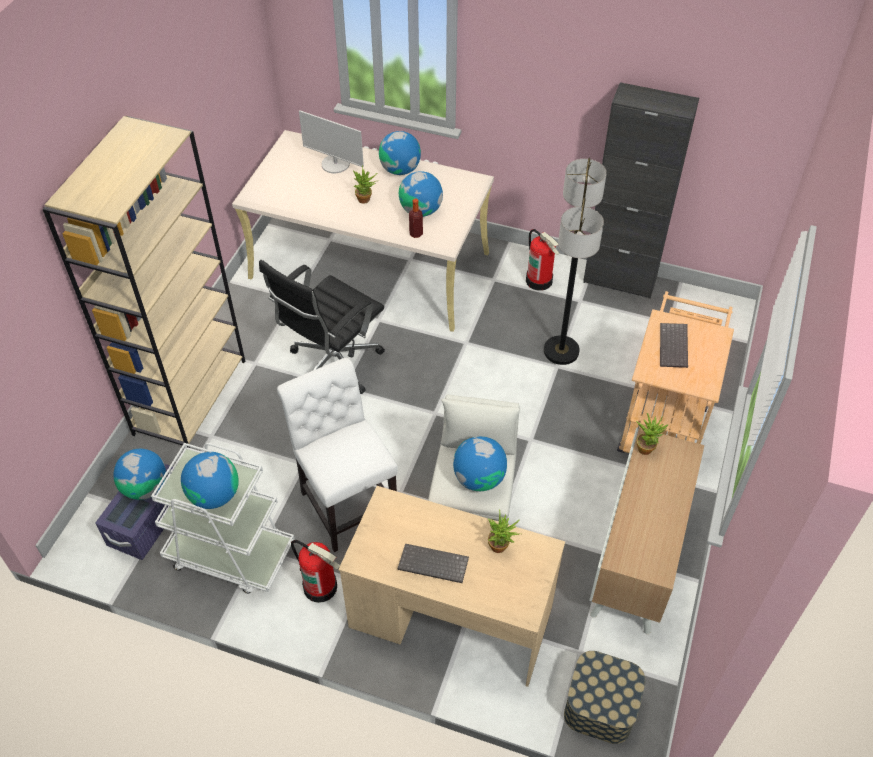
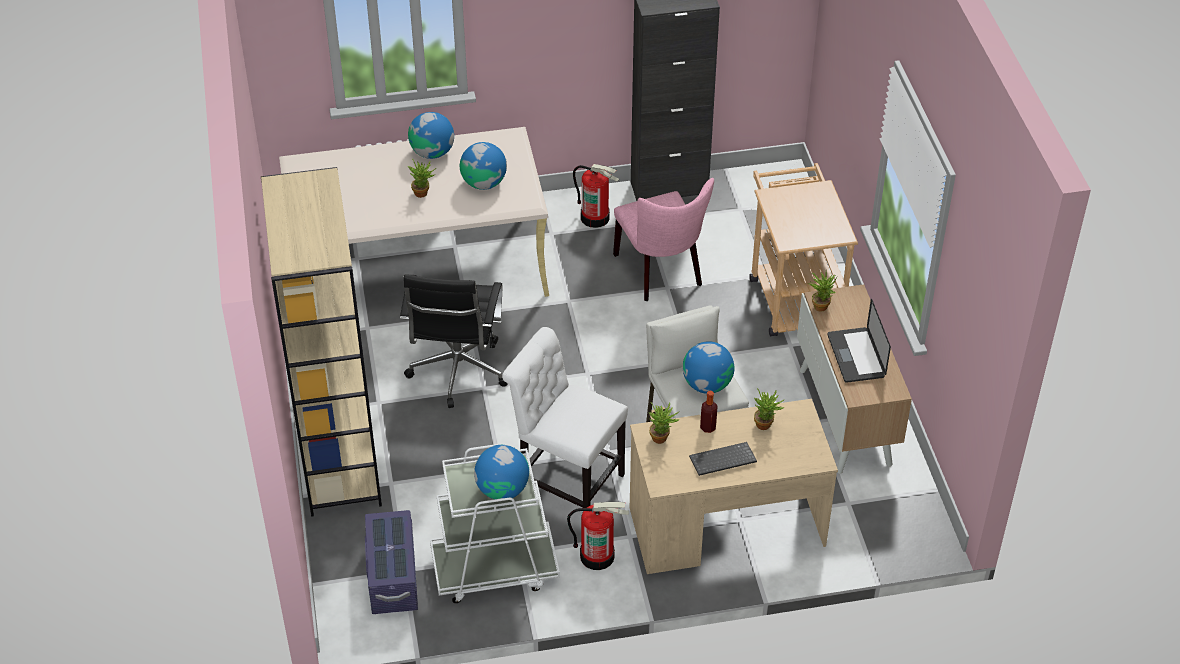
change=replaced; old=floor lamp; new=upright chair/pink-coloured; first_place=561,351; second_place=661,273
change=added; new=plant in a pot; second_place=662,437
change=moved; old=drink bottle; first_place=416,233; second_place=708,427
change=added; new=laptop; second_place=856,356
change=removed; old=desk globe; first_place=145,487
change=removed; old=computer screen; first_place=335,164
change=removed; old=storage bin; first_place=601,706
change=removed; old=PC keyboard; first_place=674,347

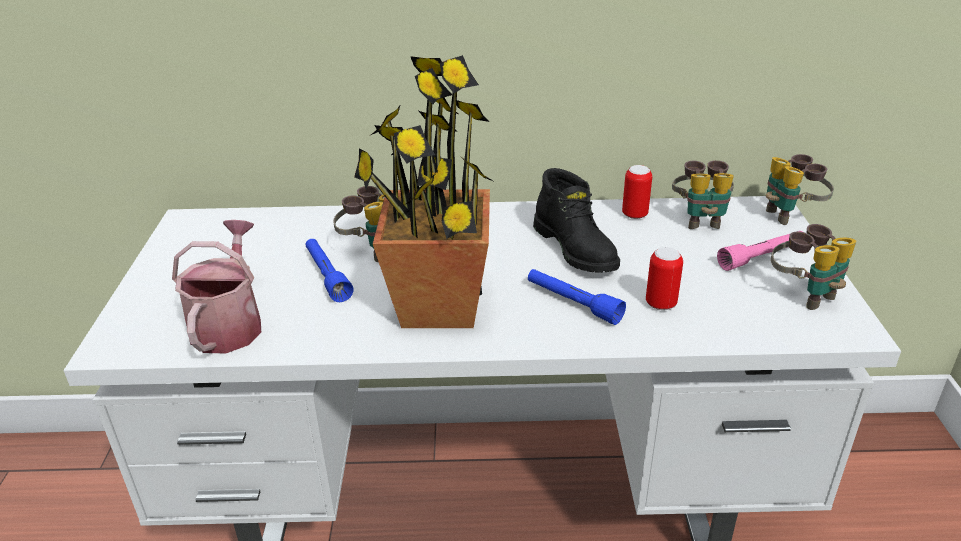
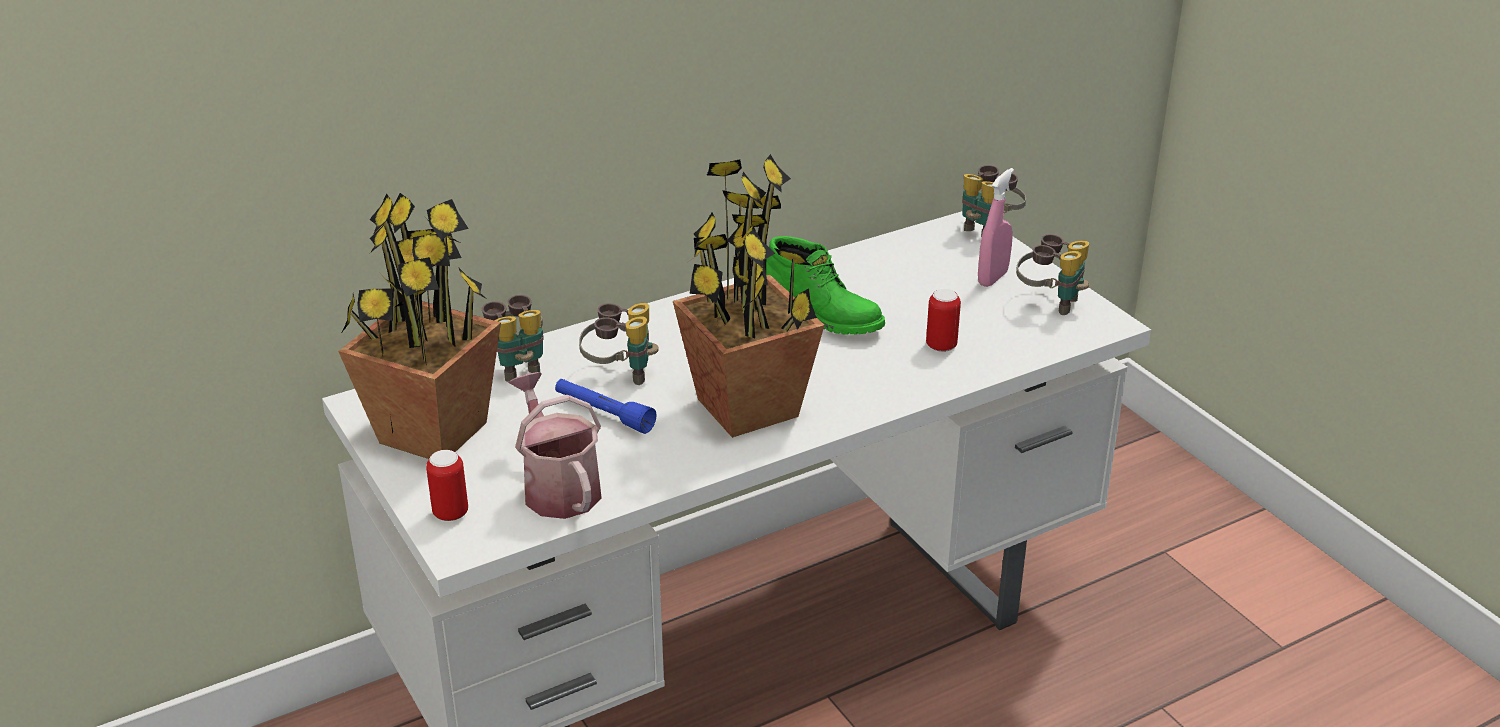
change=added; new=plant in a pot; second_place=432,432
change=moved; old=can; first_place=634,215; second_place=450,513
change=moved; old=pair of binoculars; first_place=700,219; second_place=515,366
change=recoloured; old=boot/black-coloured; new=boot/green; first_place=576,249; second_place=823,316
change=replaced; old=flashlight/pink-coloured; new=sprayer/pink-coloured; first_place=761,257; second_place=992,278
change=removed; old=flashlight/blue-coloured; first_place=573,303

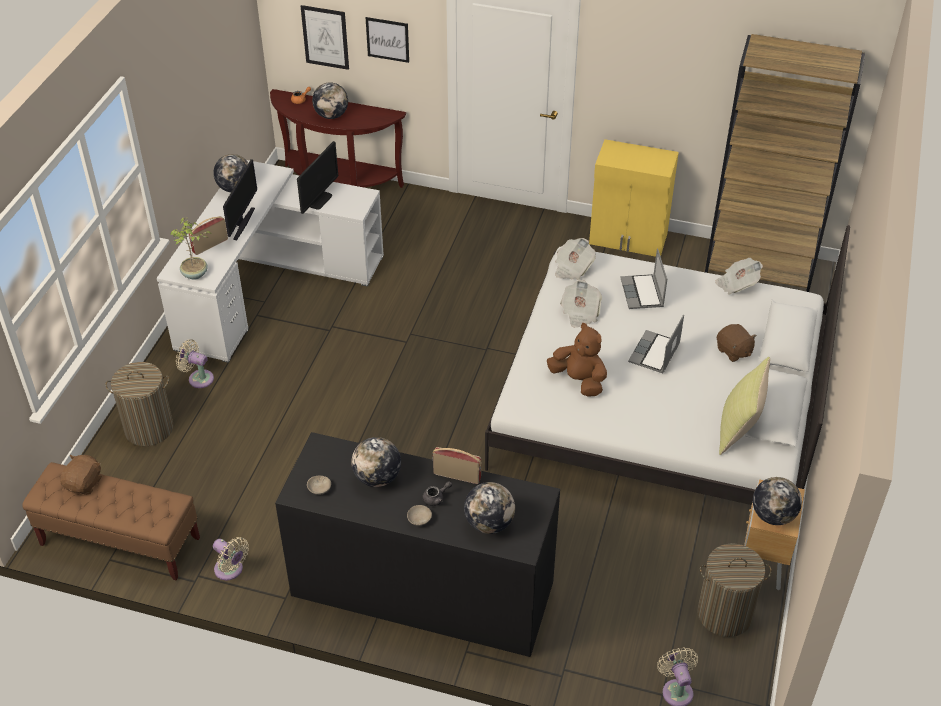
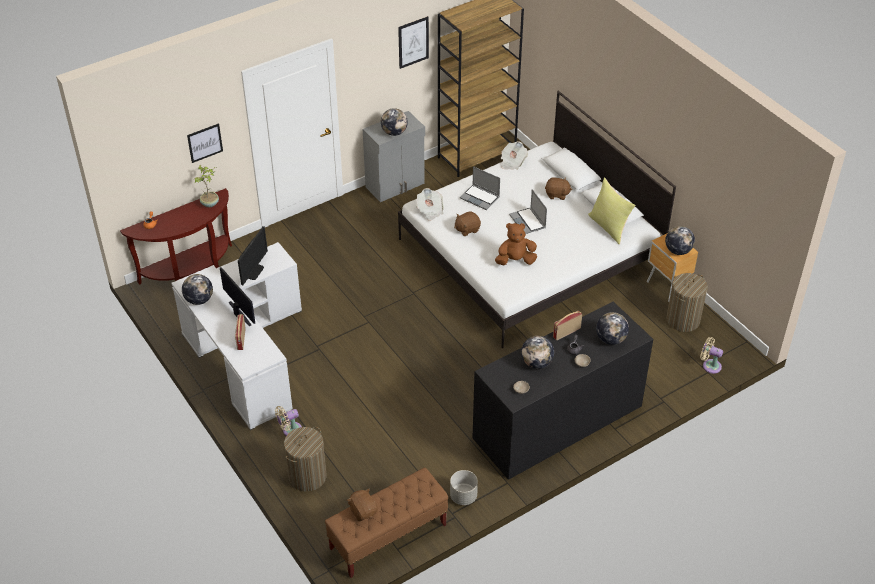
change=moved; old=plant in a pot; first_place=195,275; second_place=210,204
change=turned; old=computer screen; first_place=318,200; second_place=253,271; degrees=45
change=recoloured; old=storage cabinet/yellowish; new=storage cabinet/gray; first_place=628,239; second_place=396,185
change=moved; old=desk globe; first_place=331,115; second_place=394,132
change=moved; old=wall art; first_place=325,37; second_place=413,42
change=replaced; old=electric fan/beige-coloured; new=planter/gray; first_place=231,570; second_place=463,496
change=replaced; old=newspaper; new=soft toy/brown-coloured; first_place=580,313; second_place=467,229

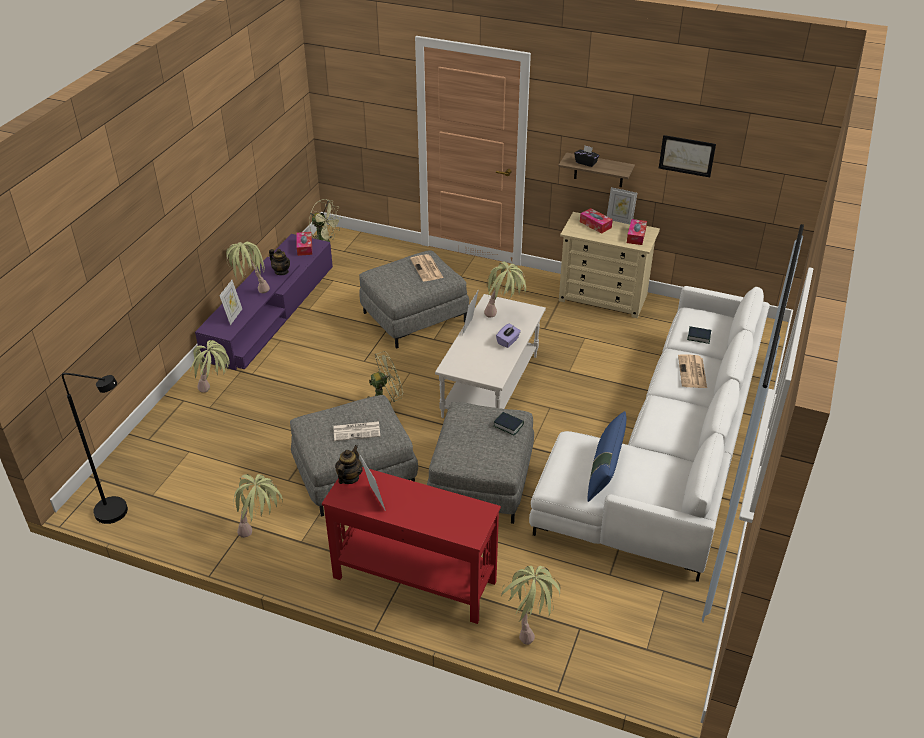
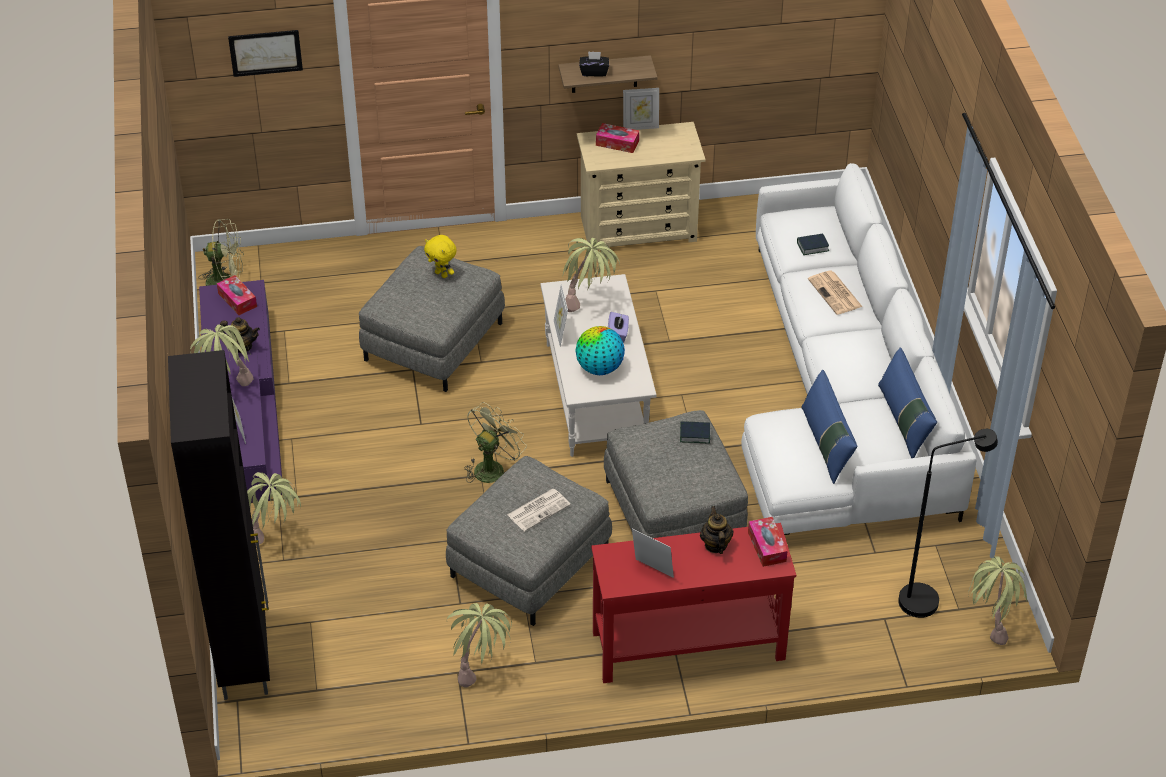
change=added; new=storage cabinet/black-coloured; second_place=244,654
change=moved; old=wall art; first_place=686,156; second_place=265,52
change=replaced; old=newspaper; new=soft toy/yellowish; first_place=427,269; second_place=442,274
change=added; new=desk globe; second_place=599,368
change=moved; old=pot for tea; first_place=349,478; second_place=715,545
change=moved; old=box of tissues; first_place=636,236; second_place=767,546
change=added; new=pillow/blue-coloured; second_place=904,421
change=moved; old=floor lamp/black-coloured; first_place=120,512; second_place=928,598
change=moved; old=plant in a pot; first_place=529,624; second_place=989,625

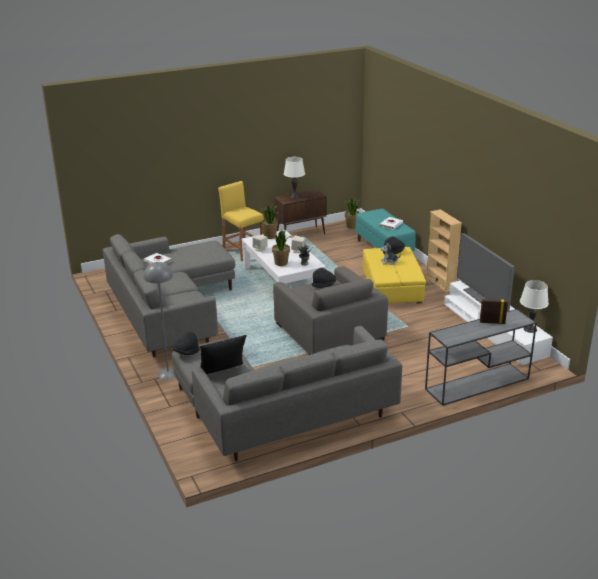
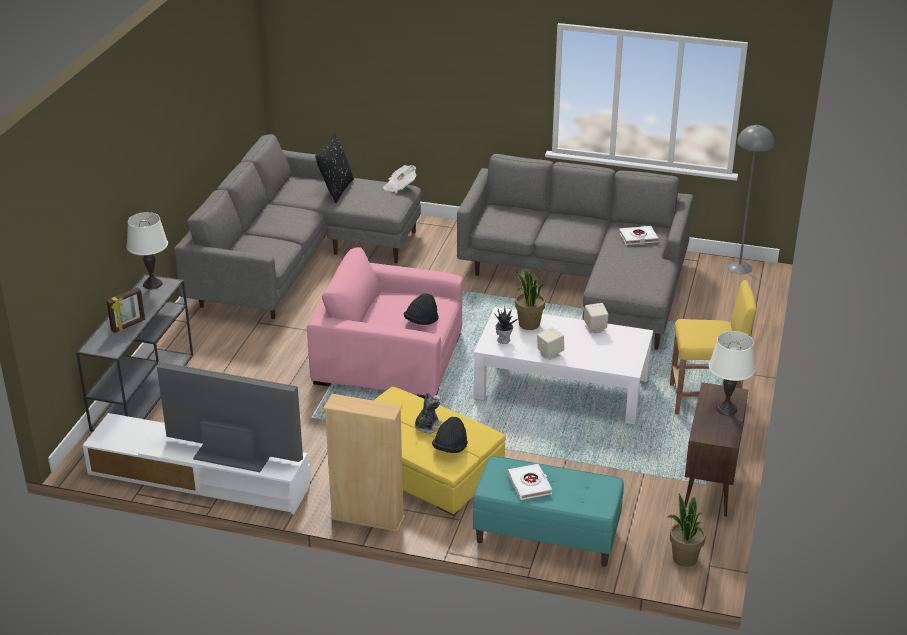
change=moved; old=table lamp/white-coloured; first_place=530,329; second_place=152,284
change=recoloured; old=lounge chair/gray; new=lounge chair/pink-coloured; first_place=328,330; second_place=390,358
change=replaced; old=clothing hat/black-coloured; new=newspaper; first_place=186,353; second_place=400,187
change=moved; old=floor lamp/gray; first_place=168,373; second_place=739,267
change=removed; old=plant in a pot; first_place=270,236

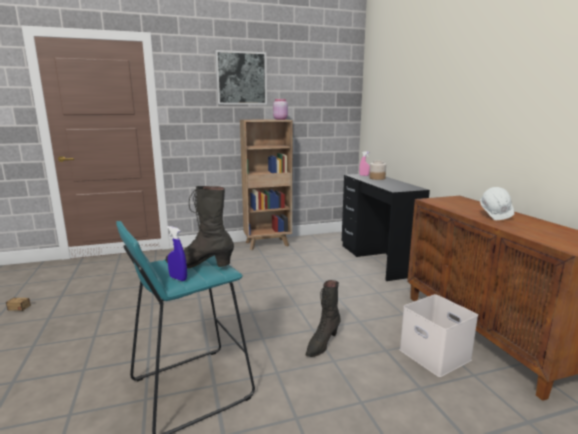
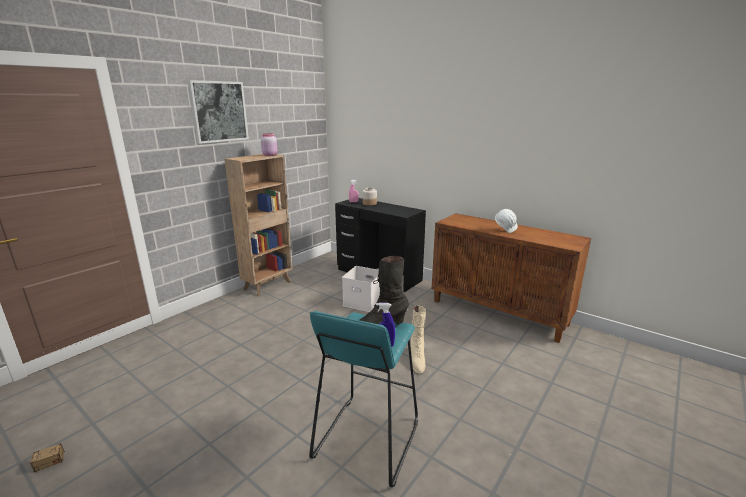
change=moved; old=storage bin/white-coloured; first_place=436,355; second_place=364,302
change=recoloured; old=boot/black-coloured; new=boot/beige-coloured; first_place=322,344; second_place=417,360

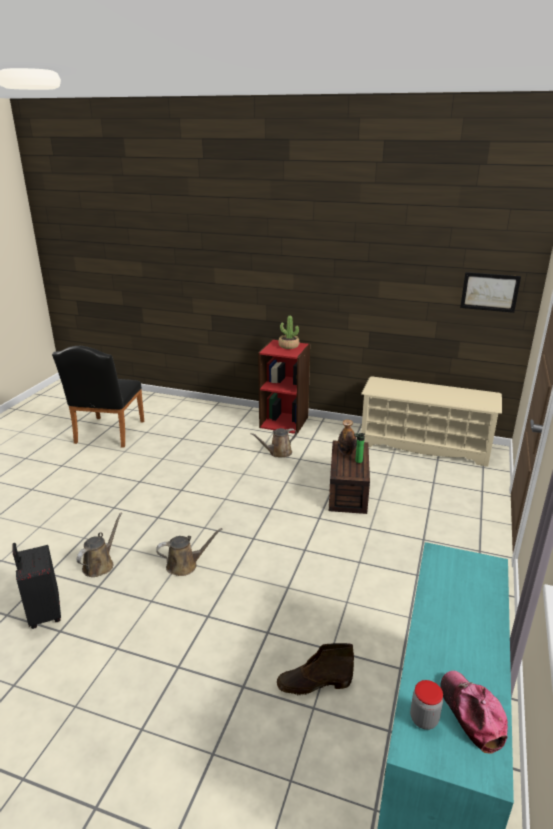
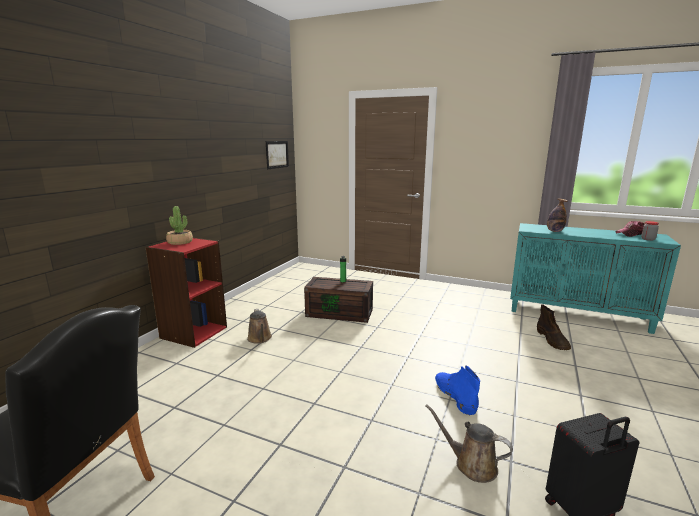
change=replaced; old=watering can/brown-coloured; new=boot/blue-coloured; first_place=185,565; second_place=454,395
change=moved; old=drink bottle; first_place=346,453; second_place=554,231
change=removed; old=shoe shelf/beige-coloured; first_place=424,445

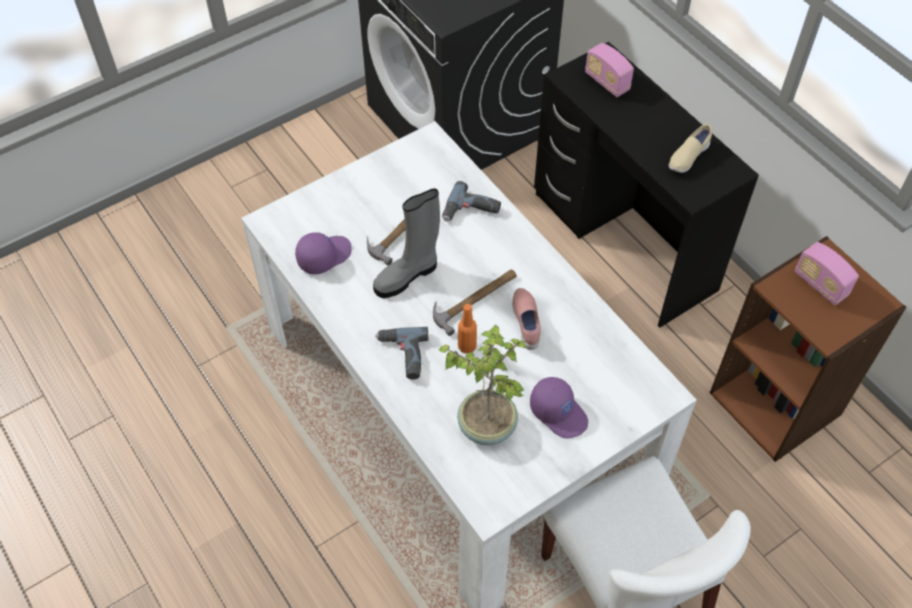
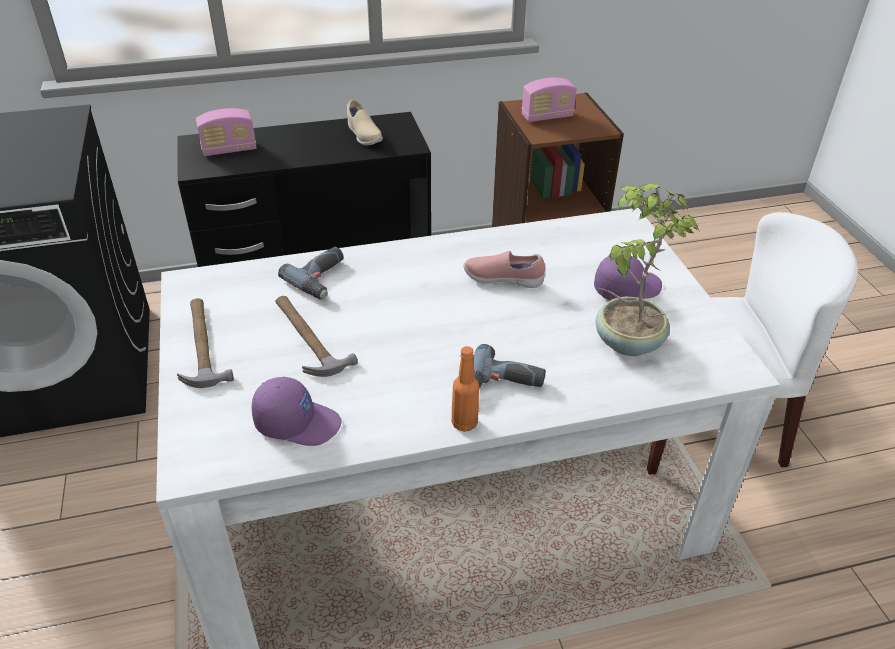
change=moved; old=tool hammer; first_place=475,299; second_place=202,344
change=turned; old=cap/purple; first_place=323,255; second_place=298,422; degrees=120
change=moved; old=drink bottle/orange; first_place=467,346; second_place=464,423
change=removed; old=boot/gray; first_place=407,276

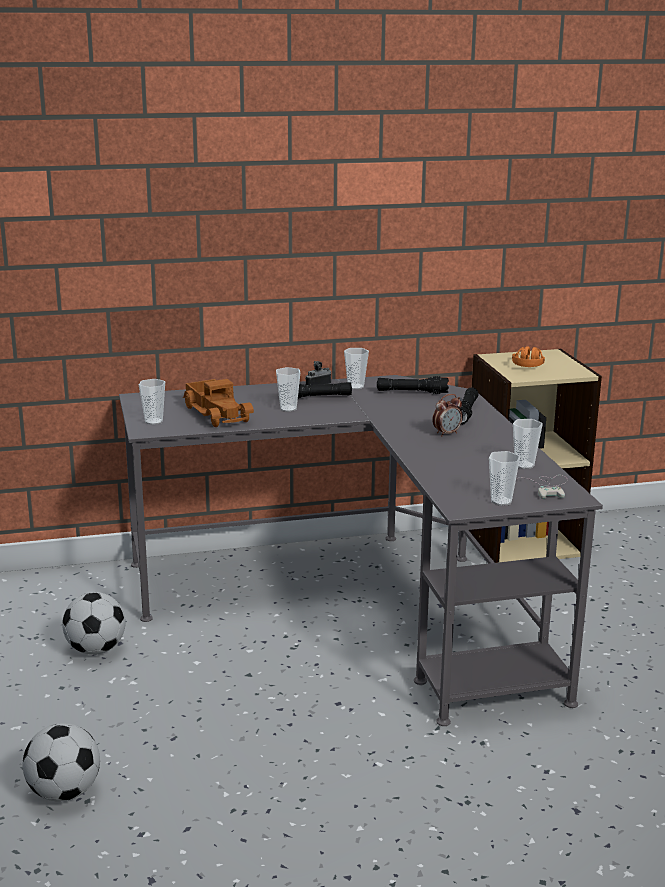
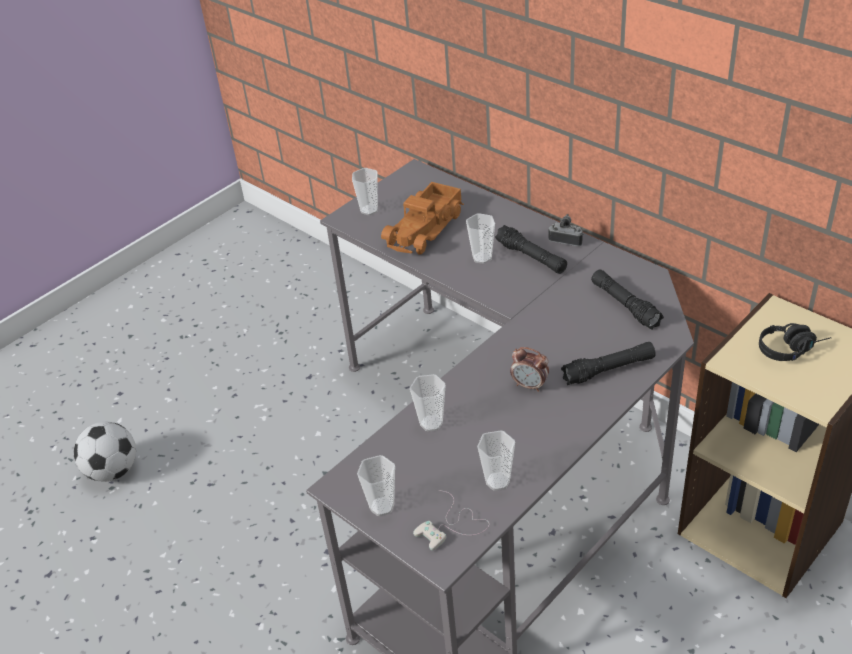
change=moved; old=cup; first_place=355,387; second_place=431,423
change=recoloured; old=headphones/orange; new=headphones/black-coloured; first_place=529,364; second_place=792,348
change=removed; old=football ball; first_place=96,649

